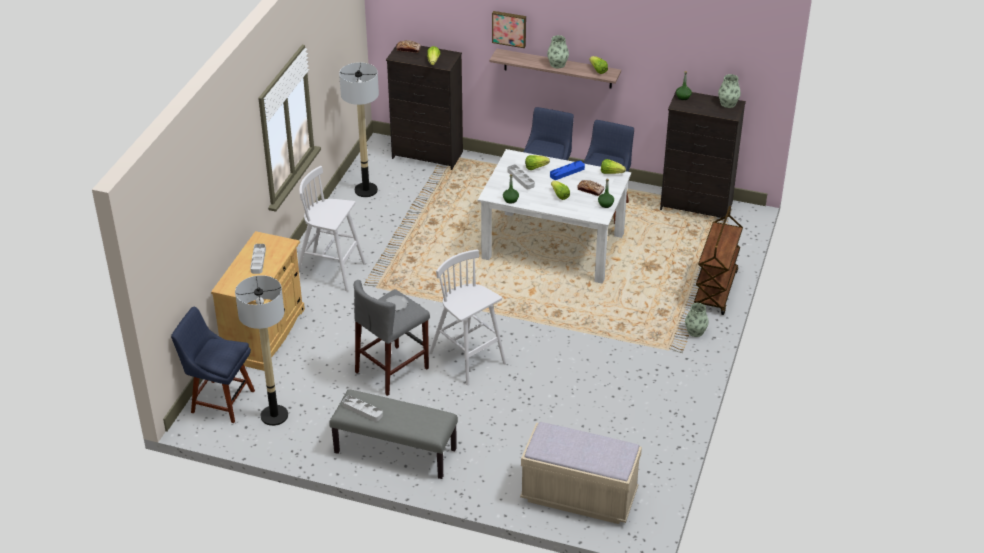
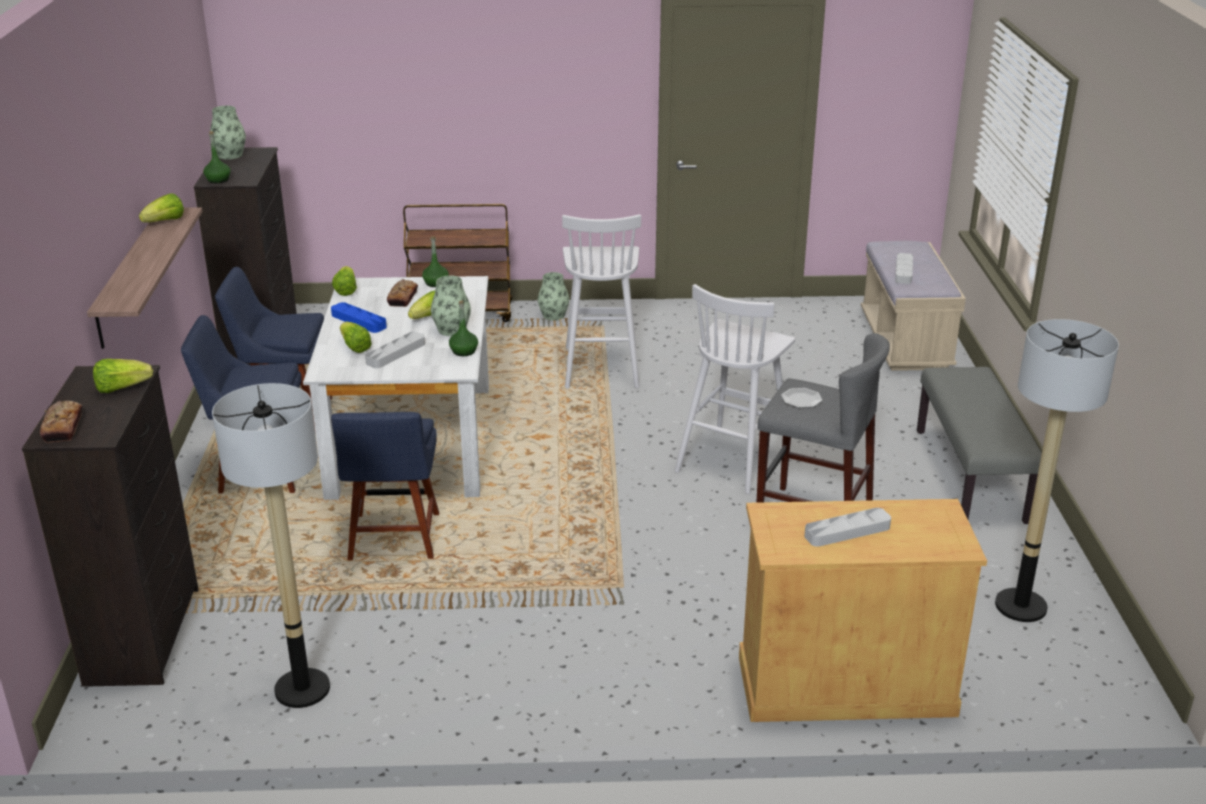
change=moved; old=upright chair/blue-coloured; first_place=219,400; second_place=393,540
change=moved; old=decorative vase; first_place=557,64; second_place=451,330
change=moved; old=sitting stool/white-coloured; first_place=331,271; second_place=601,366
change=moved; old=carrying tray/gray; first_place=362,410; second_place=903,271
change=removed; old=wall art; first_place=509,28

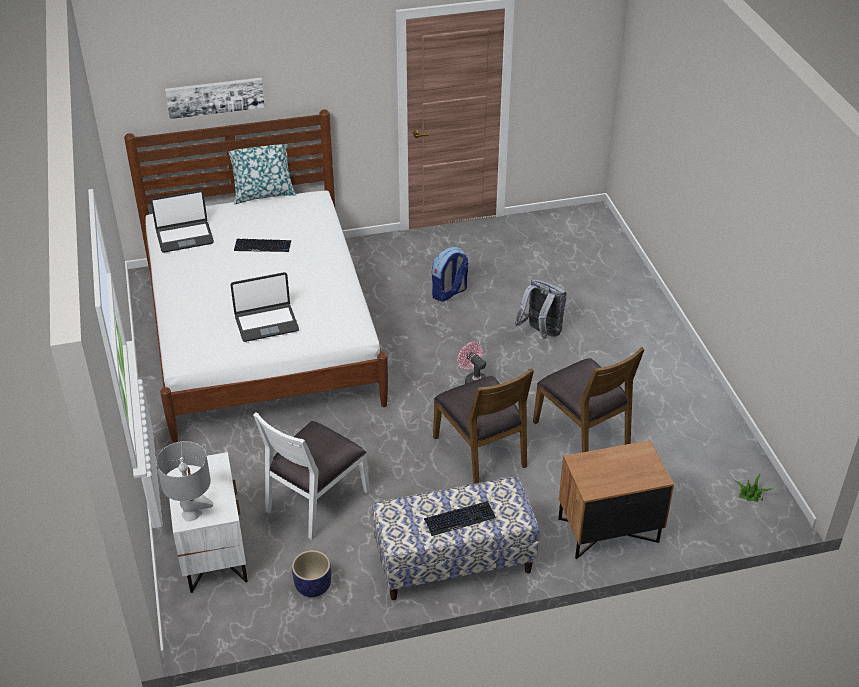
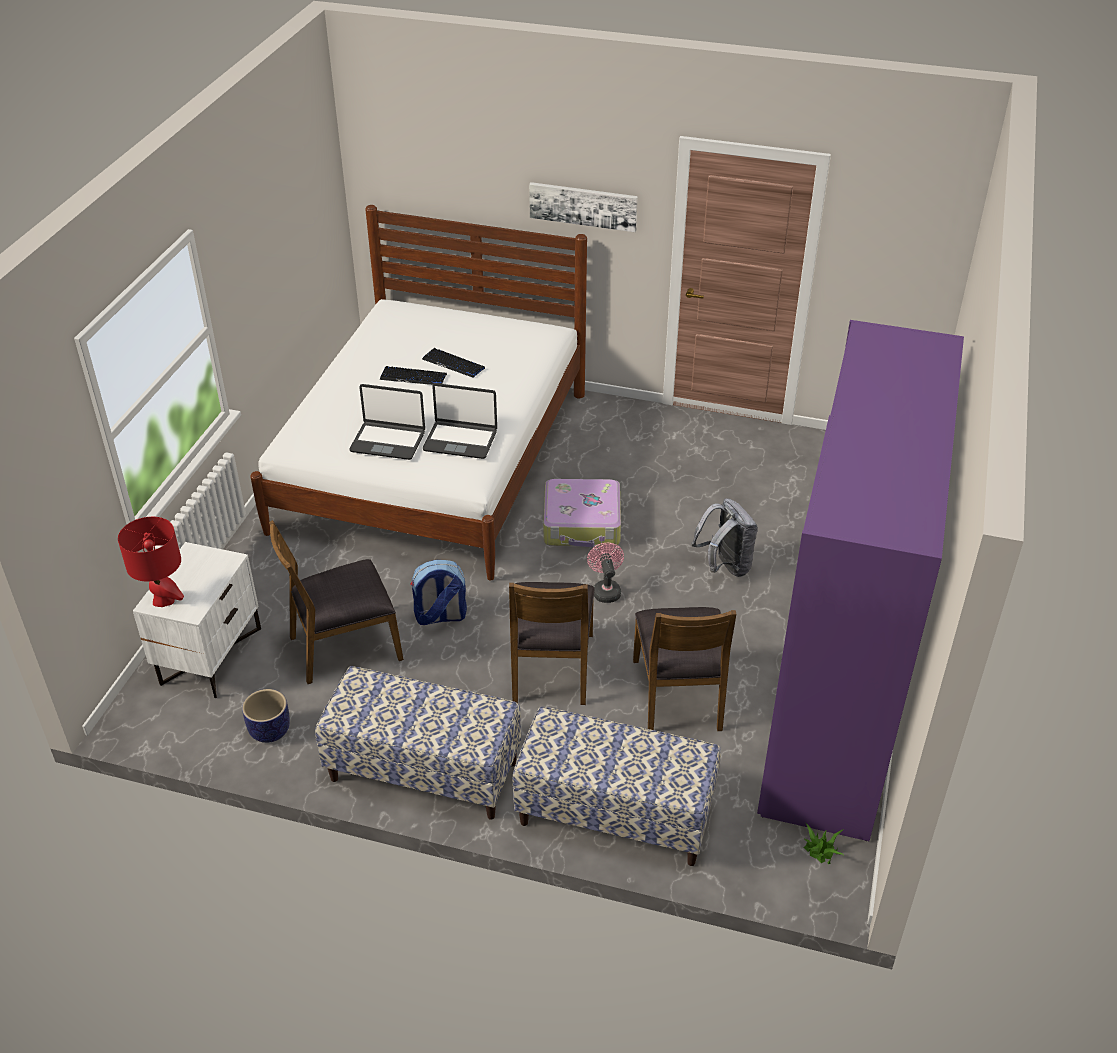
change=recoloured; old=table lamp/gray; new=table lamp/red; first_place=192,514; second_place=163,600
change=recoloured; old=upright chair/white-coloured; new=upright chair/brown-coloured; first_place=315,500; second_place=344,646
change=moved; old=PC keyboard; first_place=459,519; second_place=413,377
change=moved; old=knapsack; first_place=449,293; second_place=440,617
change=moved; old=laptop; first_place=184,237; second_place=460,440
change=replaced; old=bedside table/brown-coloured; new=long seat; first_place=608,531; second_place=614,815
change=moved; old=wall art; first_place=215,97; second_place=583,206
change=added; new=travel case; second_place=582,524
change=added; new=wardrobe/purple; second_place=833,705
change=removed; old=pillow; first_place=263,194

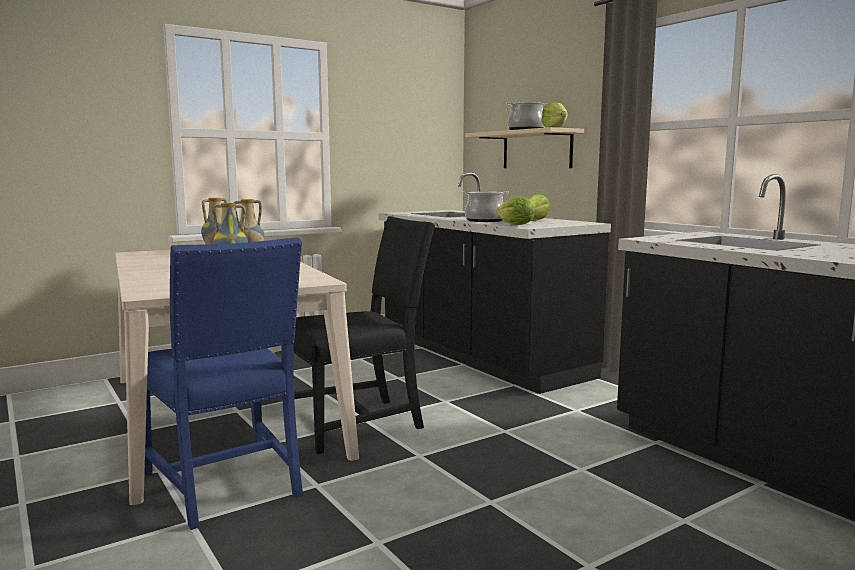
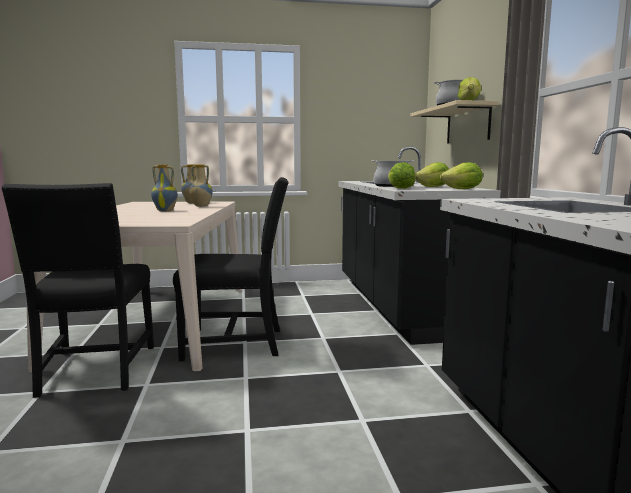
change=recoloured; old=upright chair/blue-coloured; new=upright chair/black-coloured; first_place=227,485; second_place=95,371
change=added; new=head of lettuce; second_place=462,189

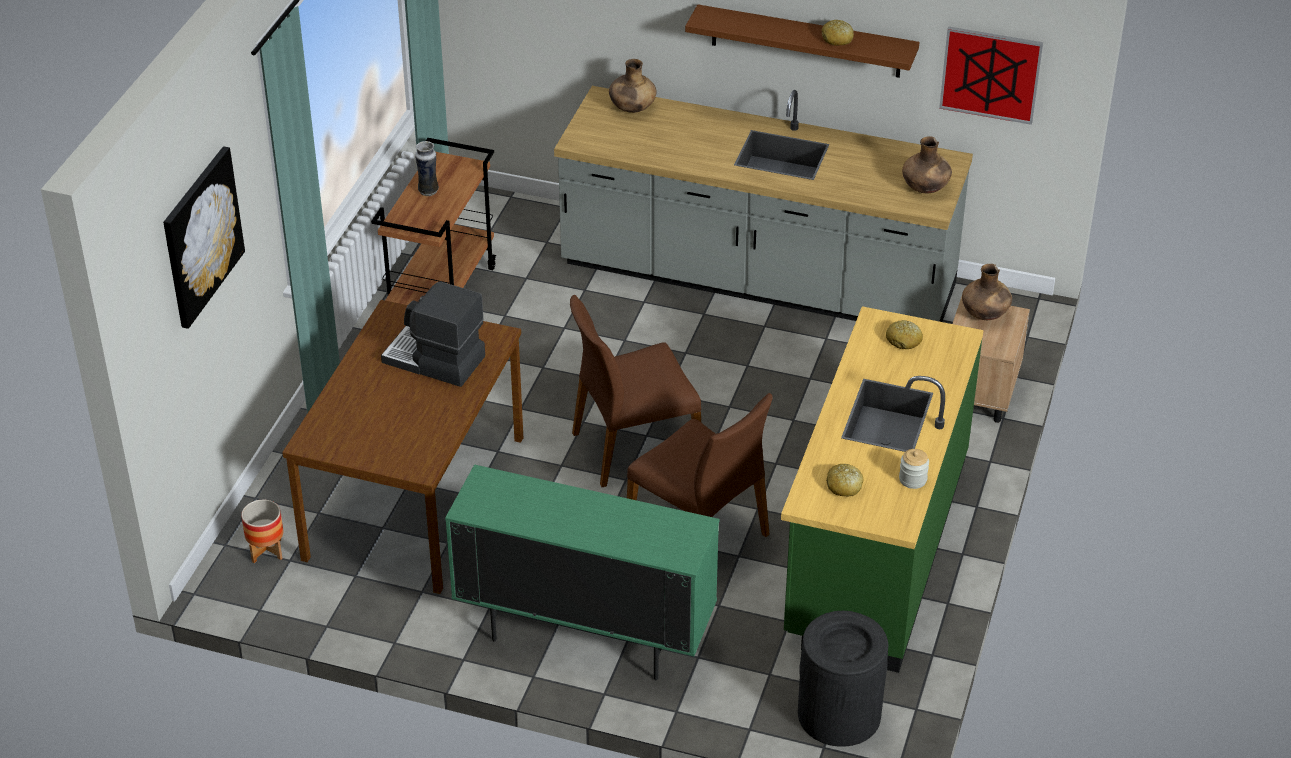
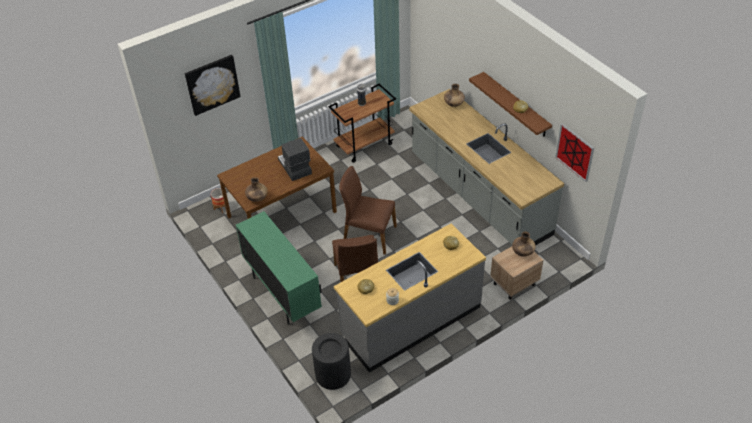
change=moved; old=decorative vase/brown-coloured; first_place=925,188; second_place=257,198
change=recoloured; old=kitchen base unit/green; new=kitchen base unit/gray; first_place=874,548; second_place=410,321

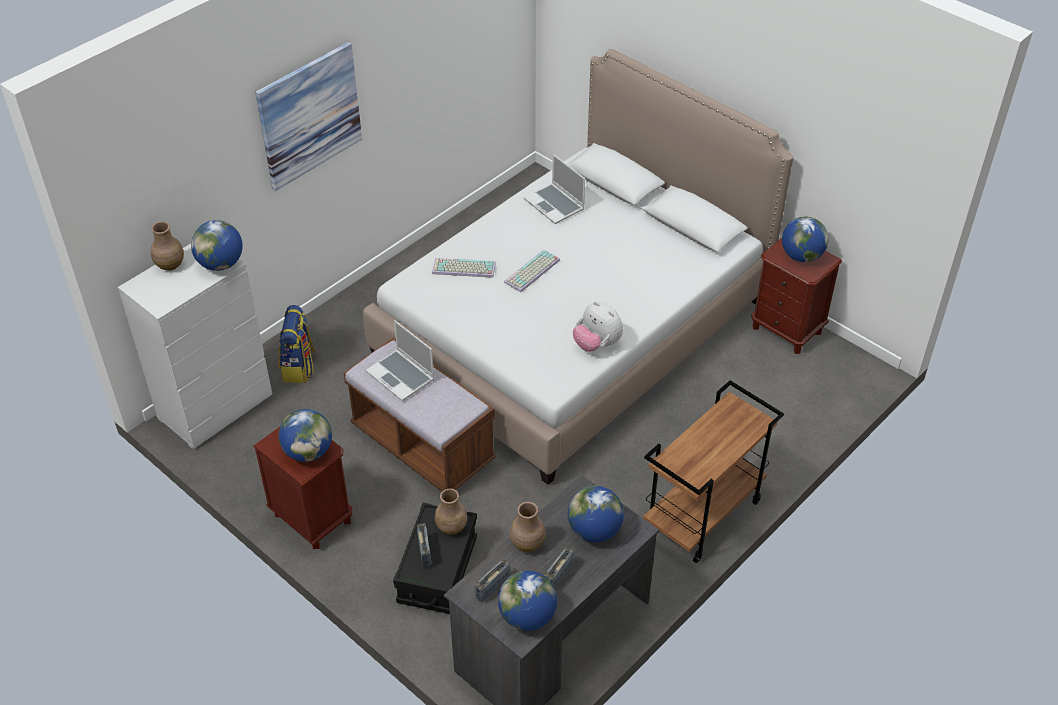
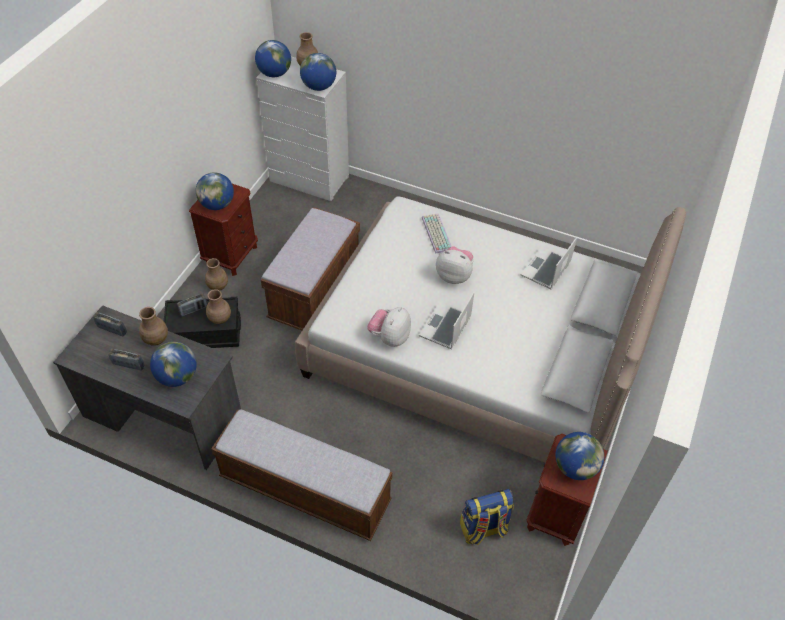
change=added; new=decorative vase/brown-coloured; second_place=218,286
change=replaced; old=trolley/brown-coloured; new=long seat; first_place=702,516; second_place=305,490
change=moved; old=desk globe; first_place=527,616; second_place=274,74
change=moved; old=laptop; first_place=401,376; second_place=445,327
change=replaced; old=PC keyboard; new=soft toy; first_place=532,272; second_place=454,275
change=moved; old=knapsack; first_place=299,367; second_place=483,529
change=removed; old=wall art; first_place=309,115

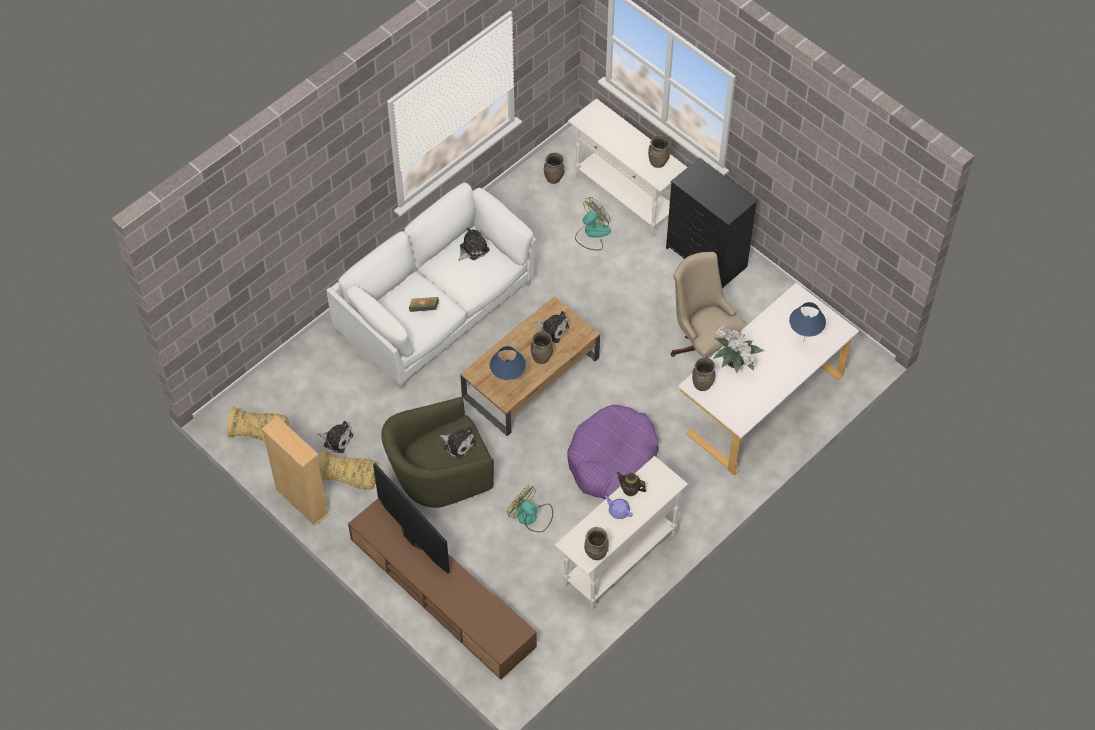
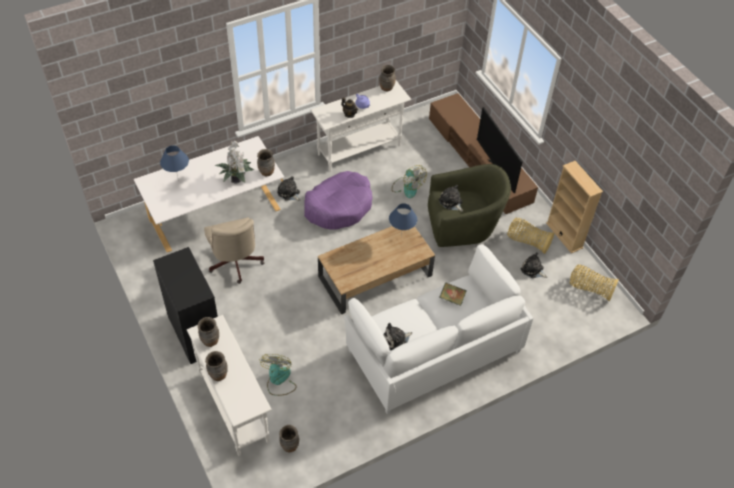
change=moved; old=decorative vase/brown-coloured; first_place=541,357; second_place=218,375
change=turned; old=electric fan; first_place=592,233; second_place=278,380; degrees=120
change=moved; old=soft toy; first_place=552,329; second_place=289,193

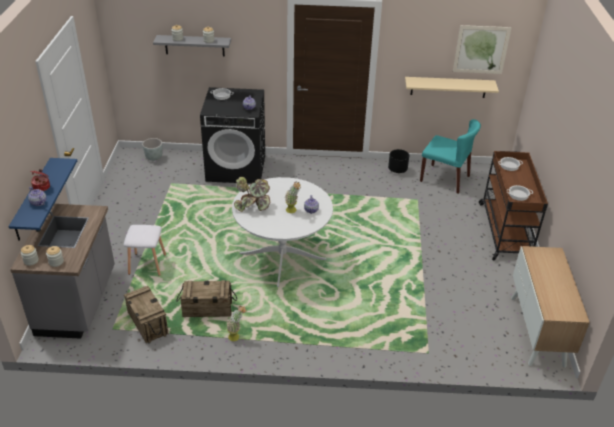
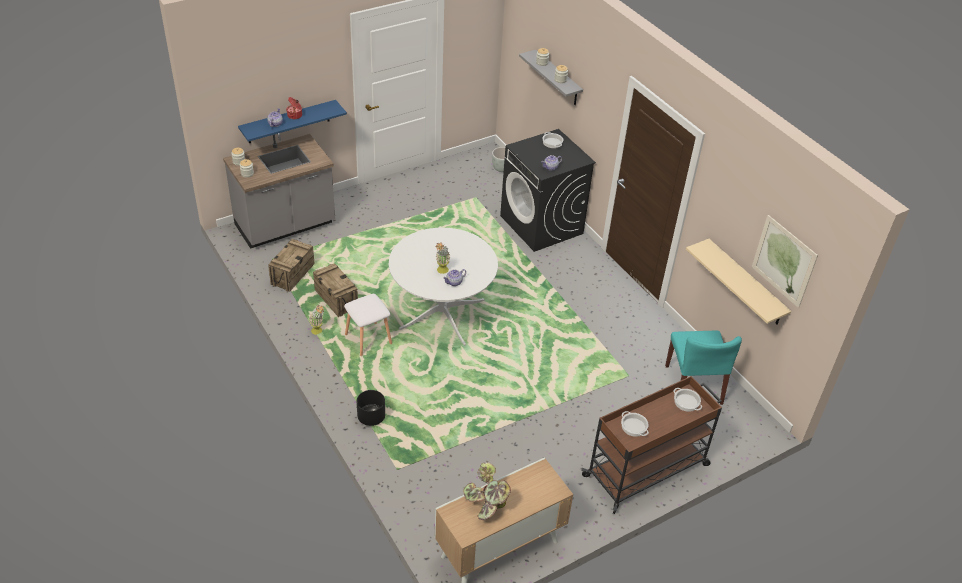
change=moved; old=sitting stool/white-coloured; first_place=146,264; second_place=367,339
change=moved; old=planter/black-coloured; first_place=397,170; second_place=371,417
change=moved; old=plant in a pot; first_place=253,206; second_place=487,504

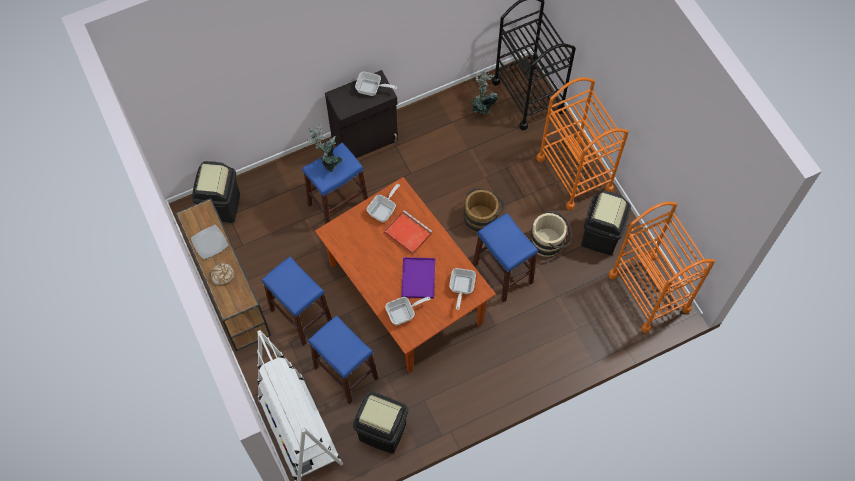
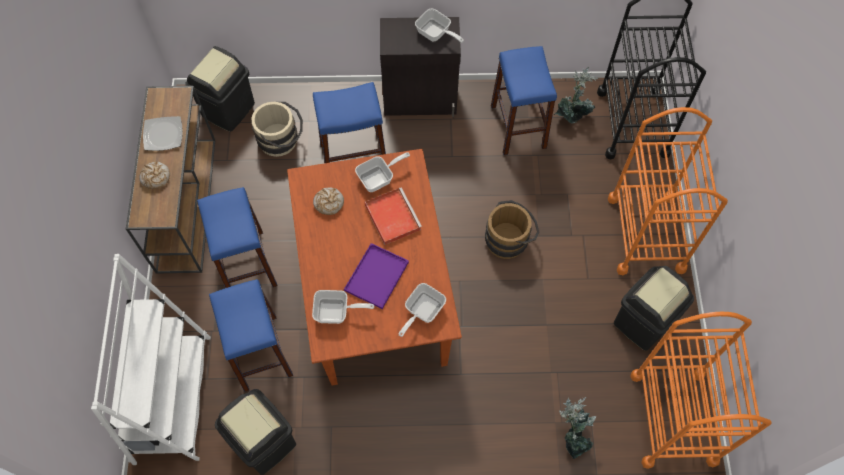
change=moved; old=bucket/beige-coloured; first_place=549,242; second_place=282,141
change=added; new=bakery bread; second_place=328,203
change=moved; old=sitting stool/blue-coloured; first_place=502,273; second_place=518,127
change=moved; old=plant in a pot; first_place=328,161; second_place=573,434

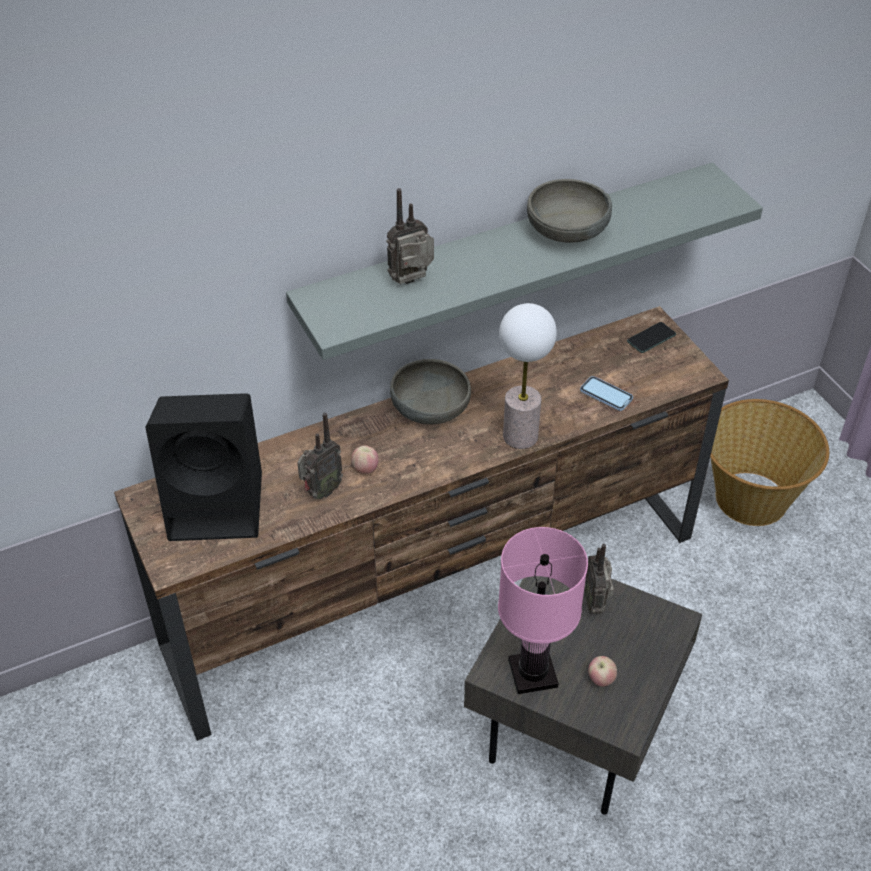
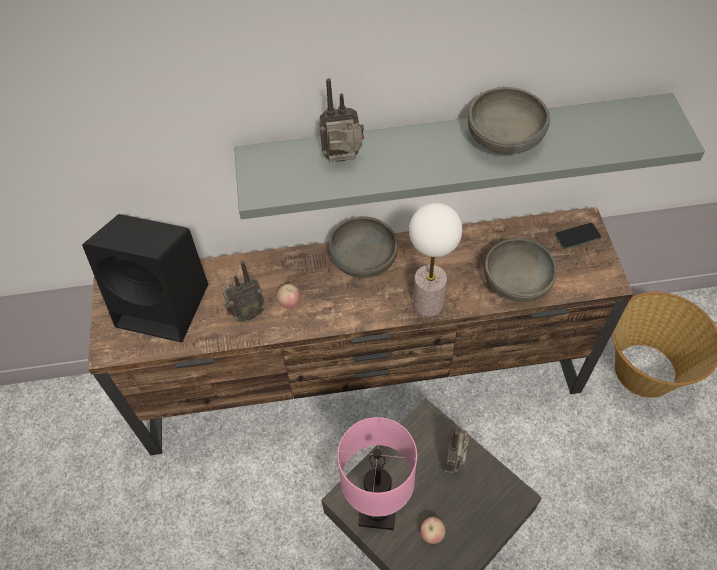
change=replaced; old=phone; new=bowl/gray; first_place=606,395; second_place=516,282

